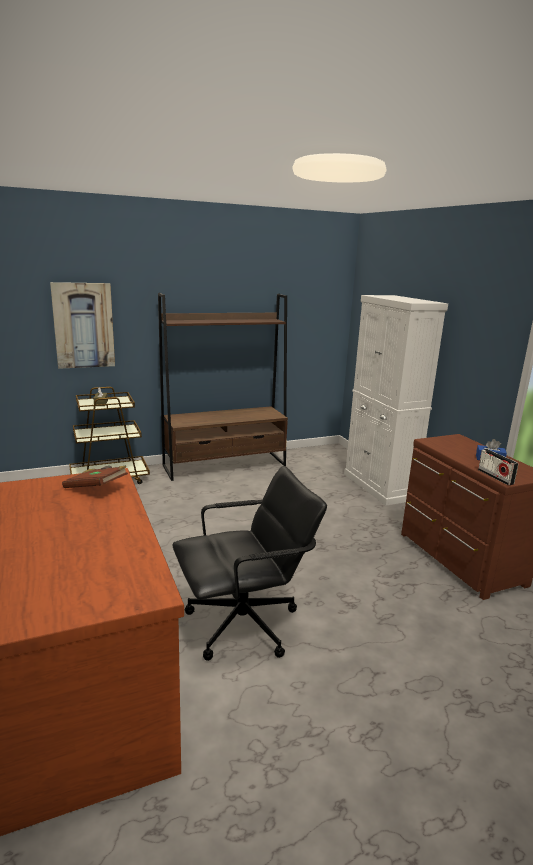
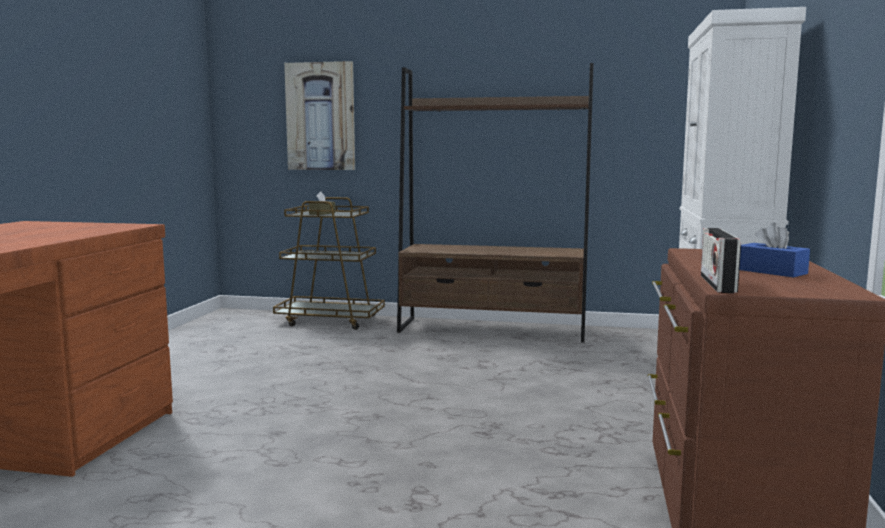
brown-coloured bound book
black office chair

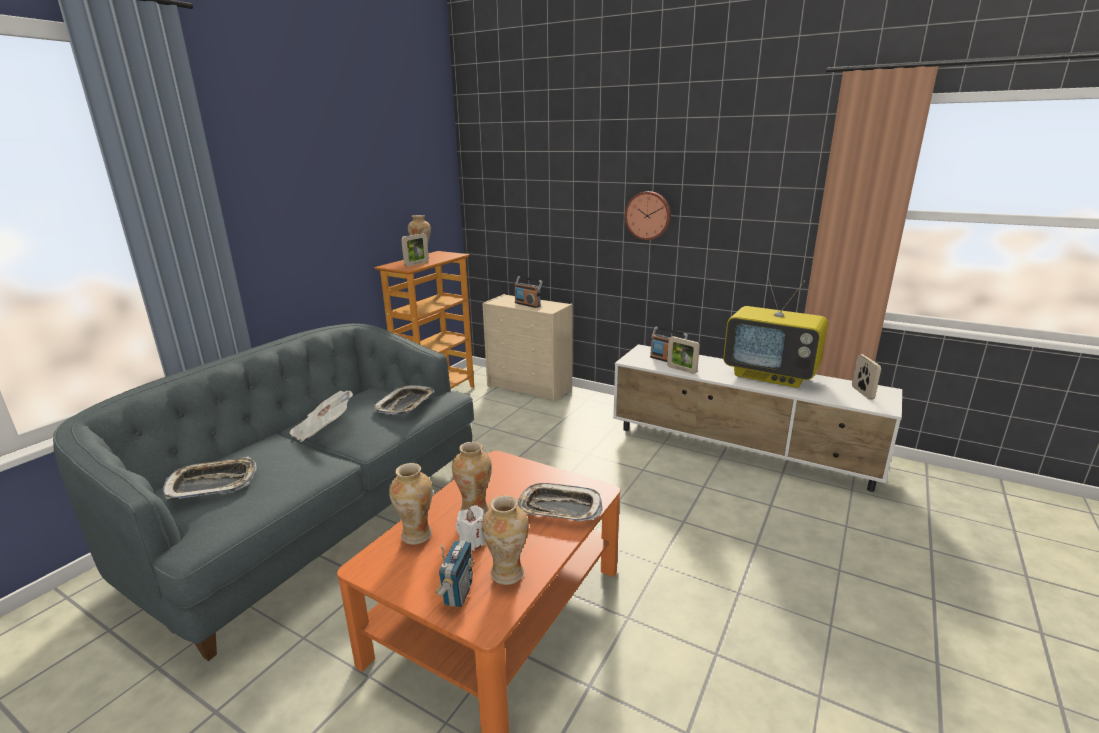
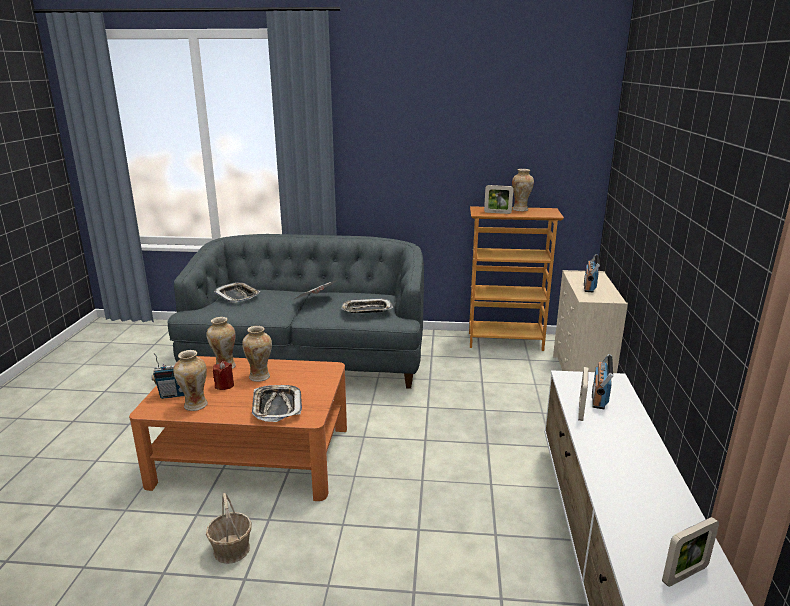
wall clock
television
reddish wax light
basket

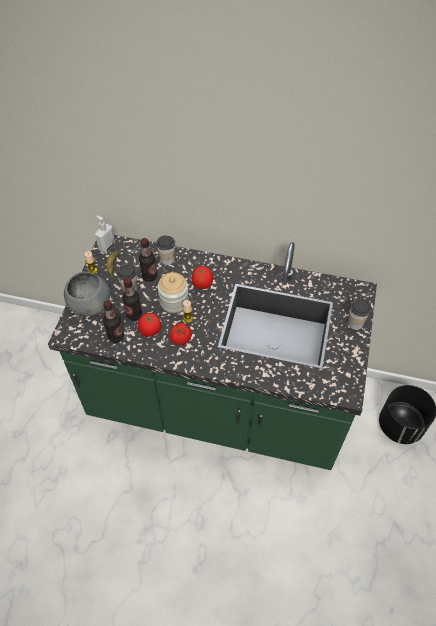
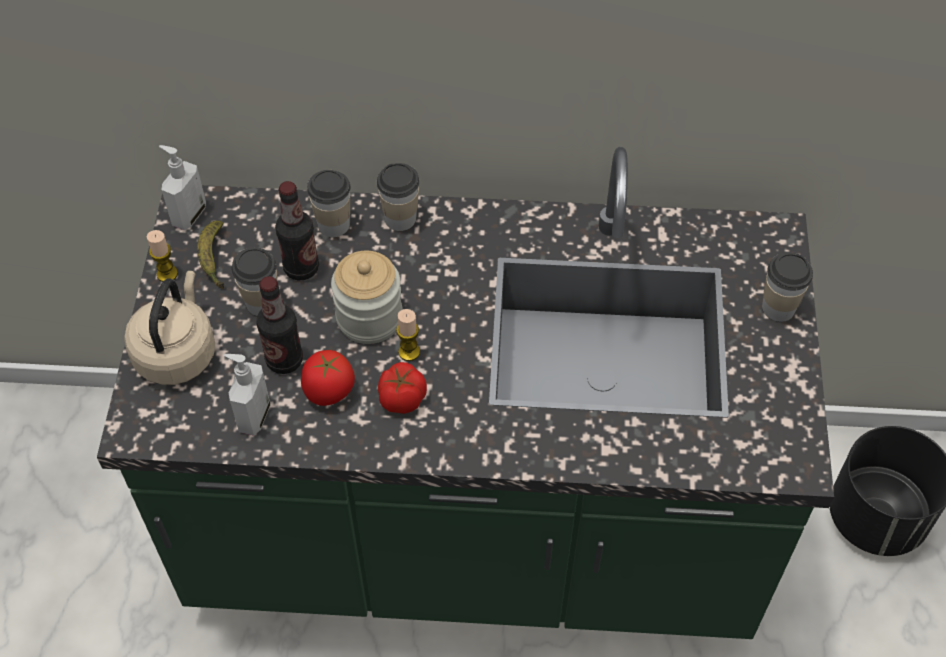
tomato (3rd from left in the first image)
sand-coloured tea kettle
liquid soap bottle (2nd from left)
cup (3rd from left)

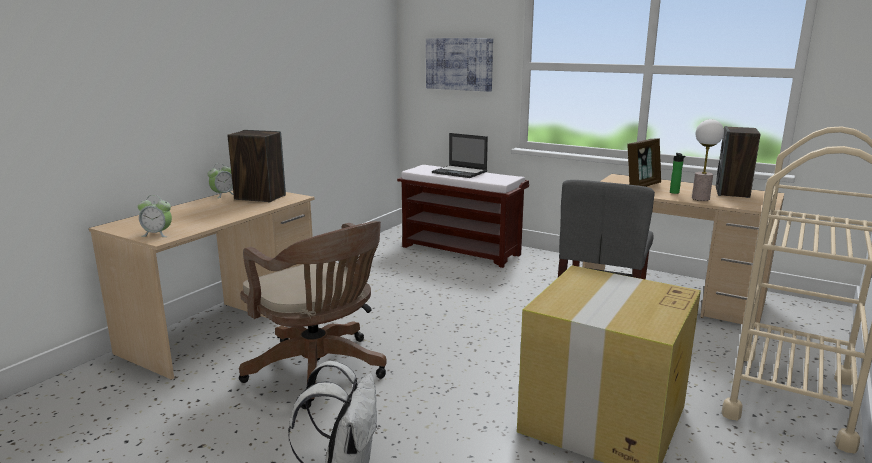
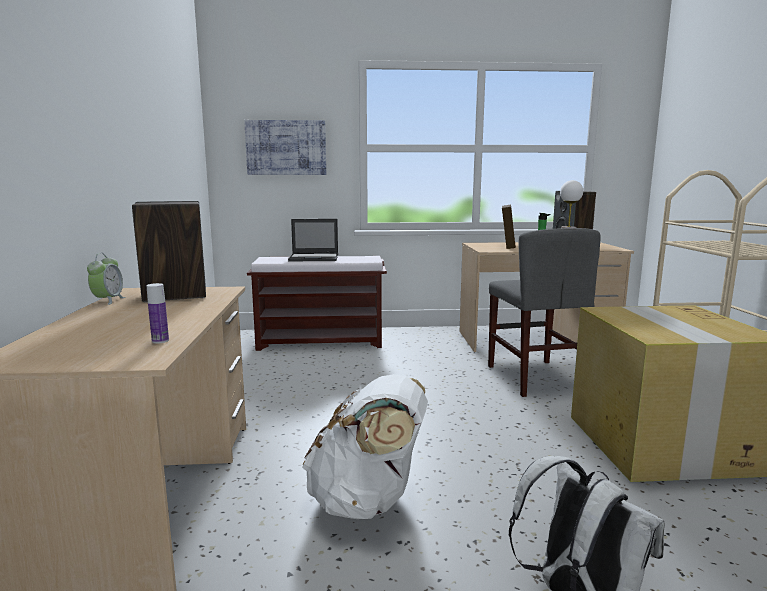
bedside clock (1st from left in the first image)
whitish rucksack (1st from left)
beverage bottle (1st from left)

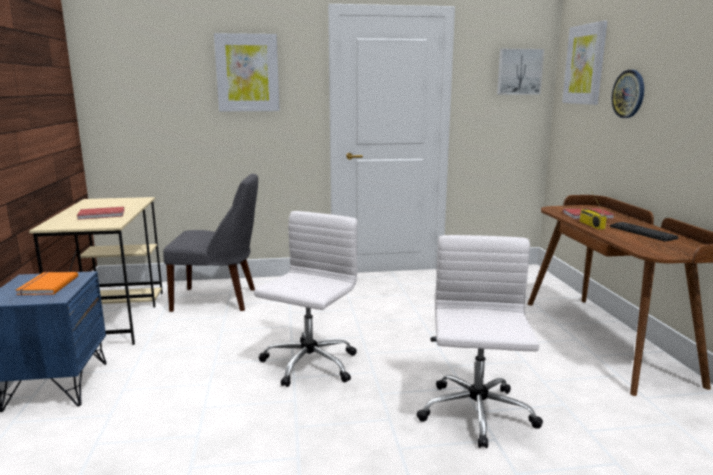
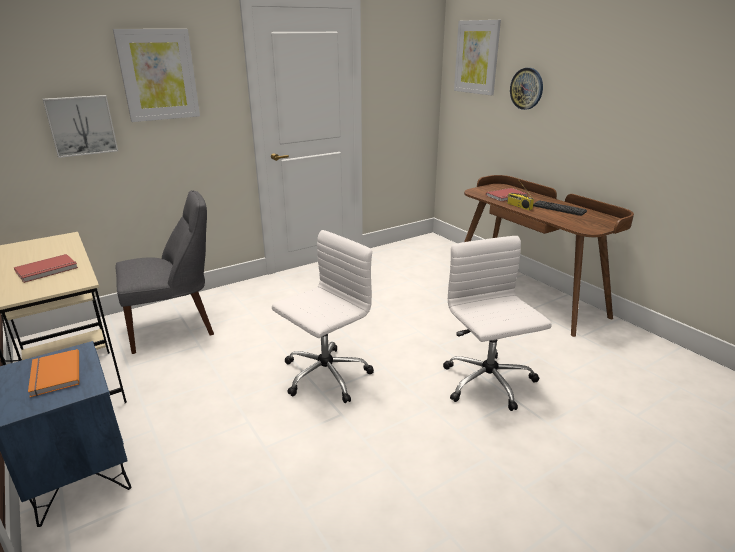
wall art (1st from left)
whitish office chair (1st from left)

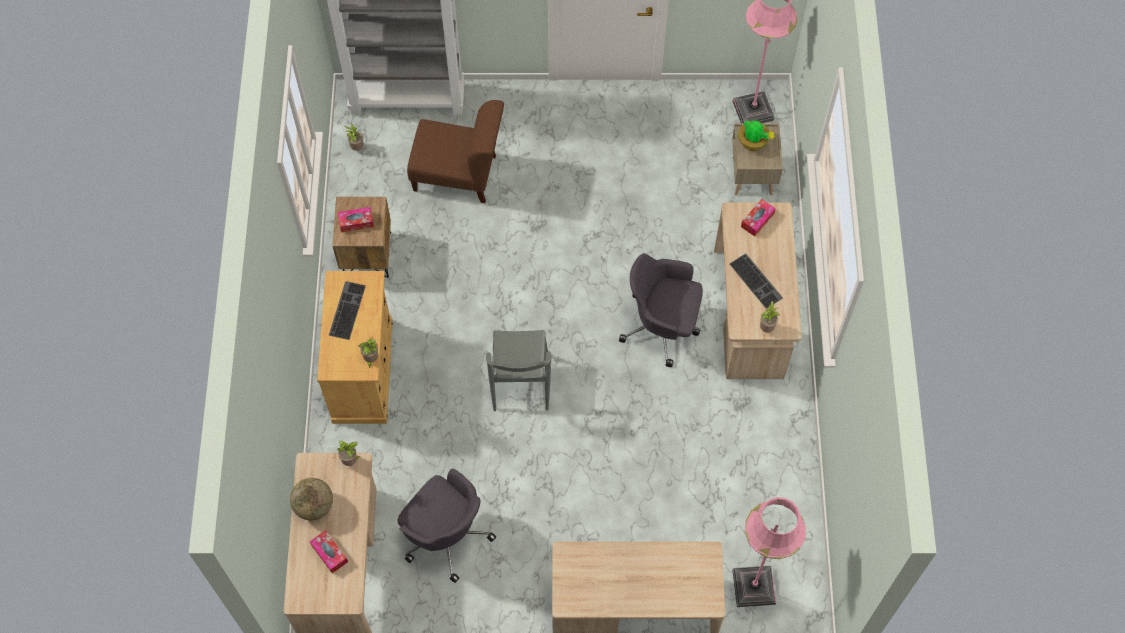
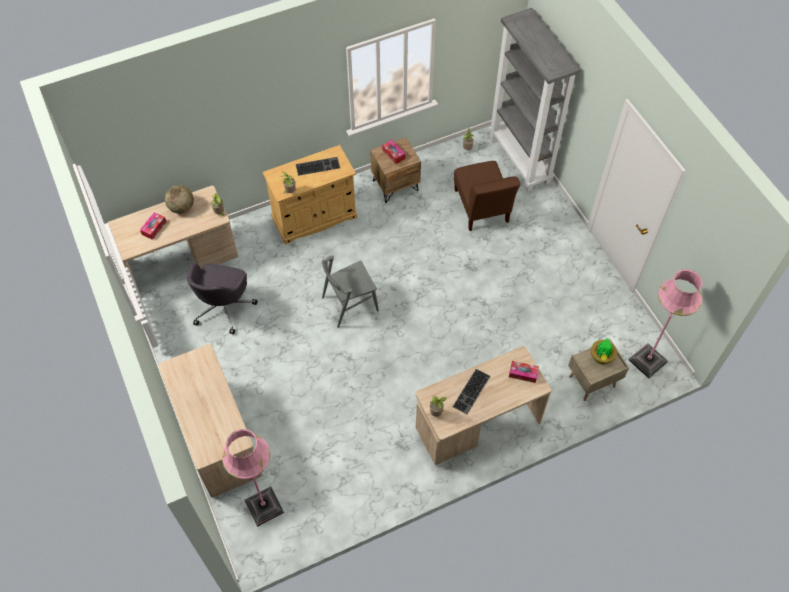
grey office chair (2nd from left in the first image)

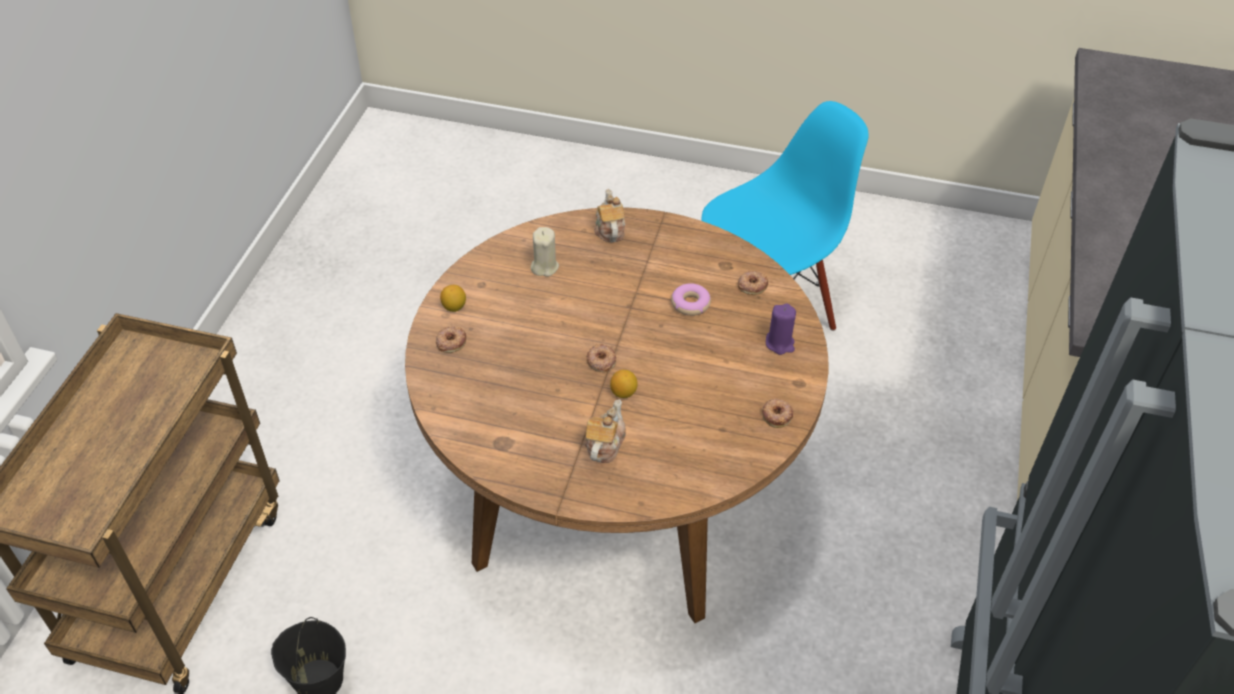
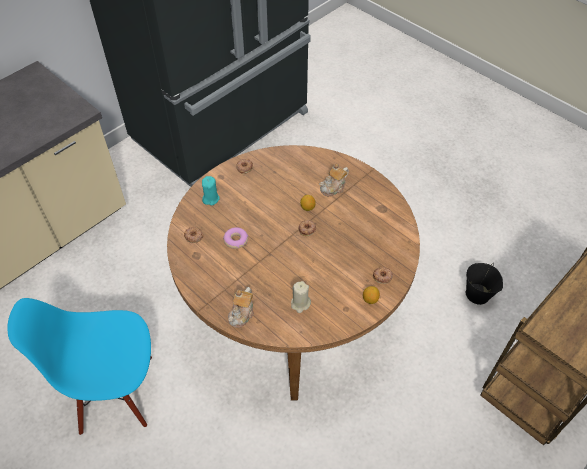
turquoise wax light

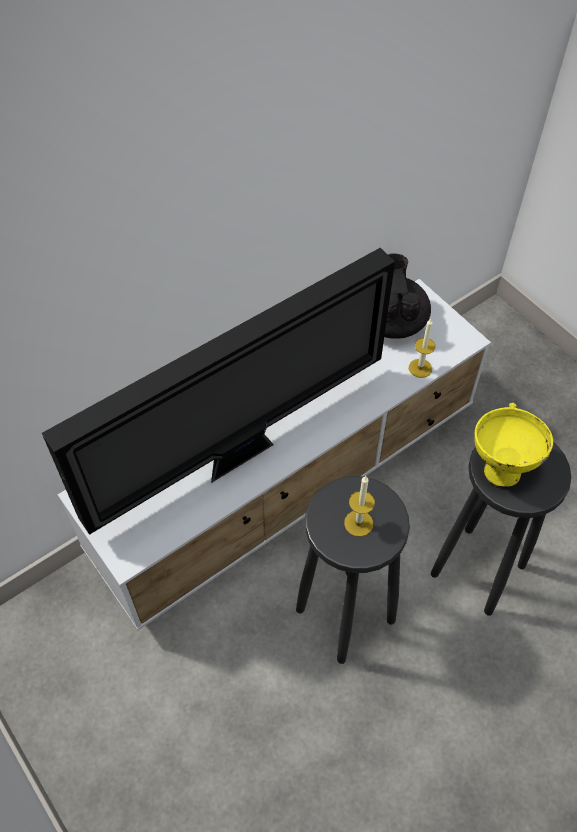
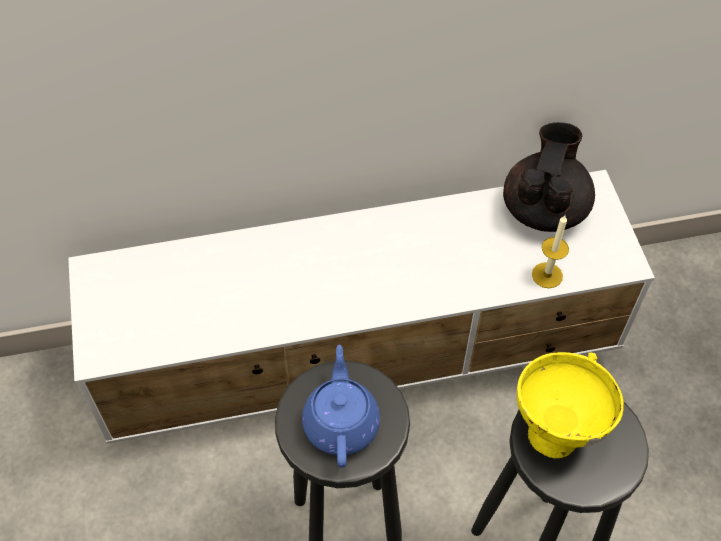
television
blue-coloured teapot

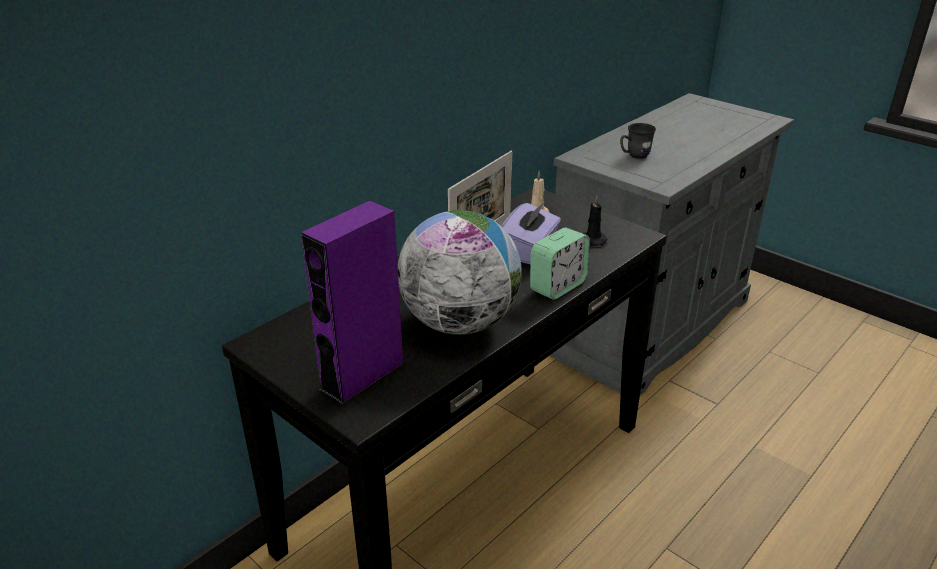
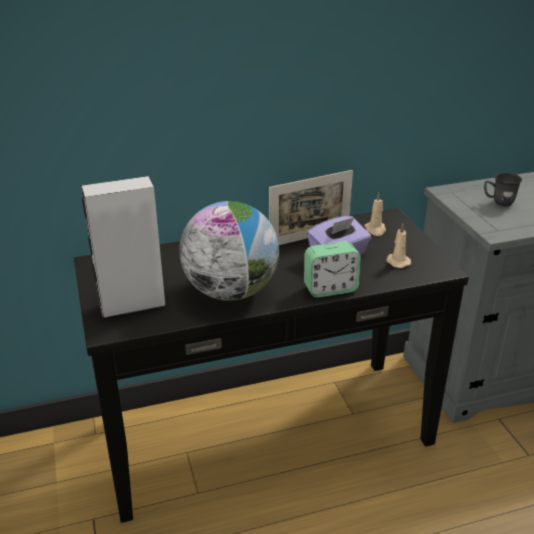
sand-coloured wax light (2nd from left)
grey audio speaker

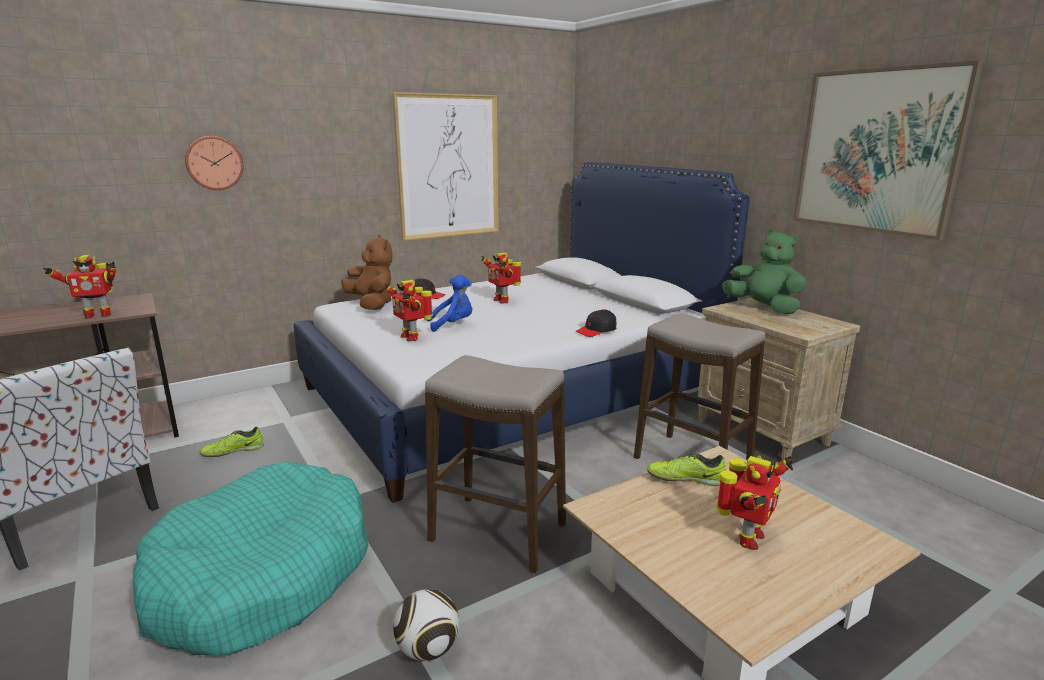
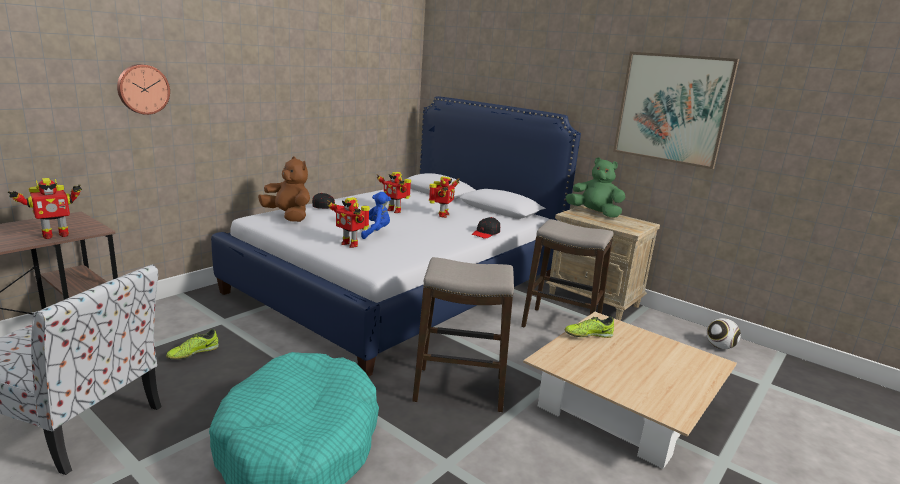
wall art (1st from left in the first image)
toy robot (4th from left)
football ball

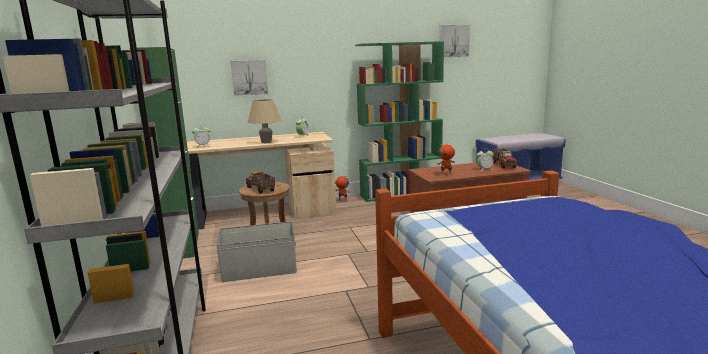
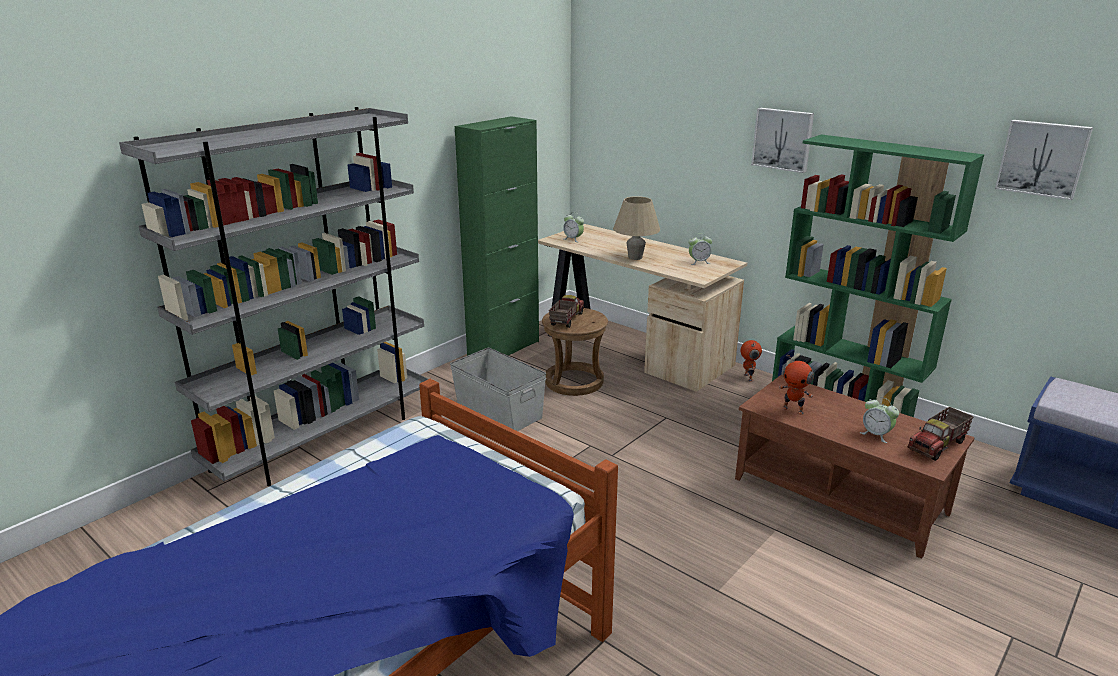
wall art (1st from left)

